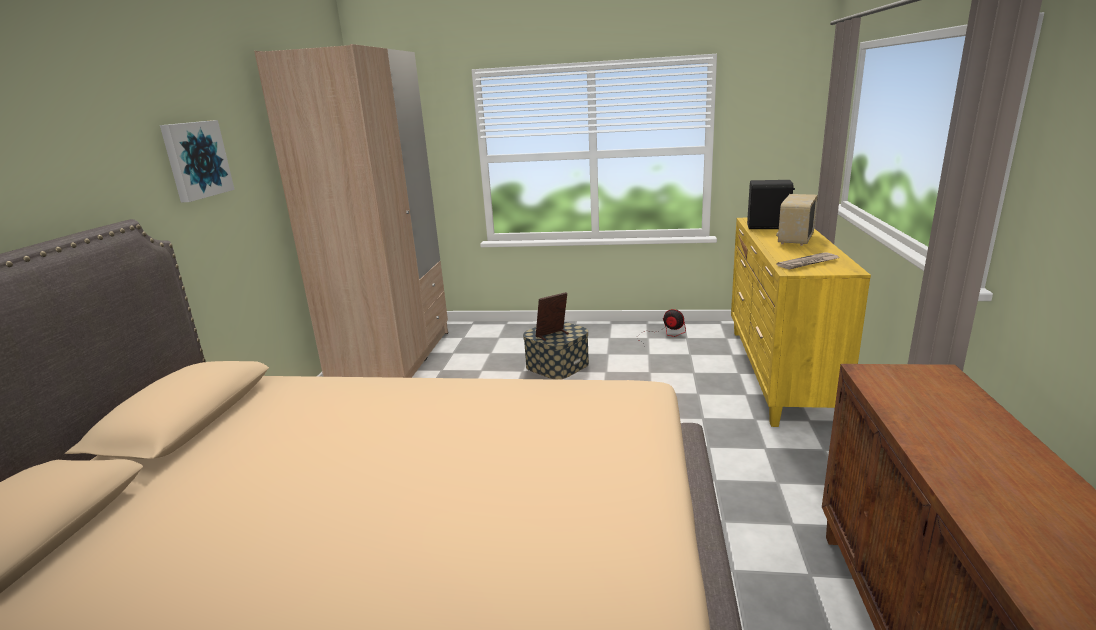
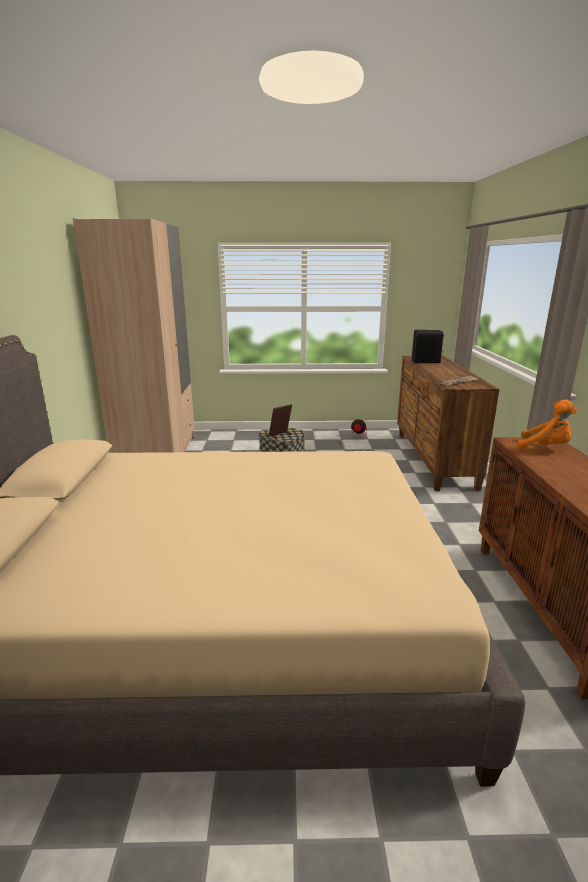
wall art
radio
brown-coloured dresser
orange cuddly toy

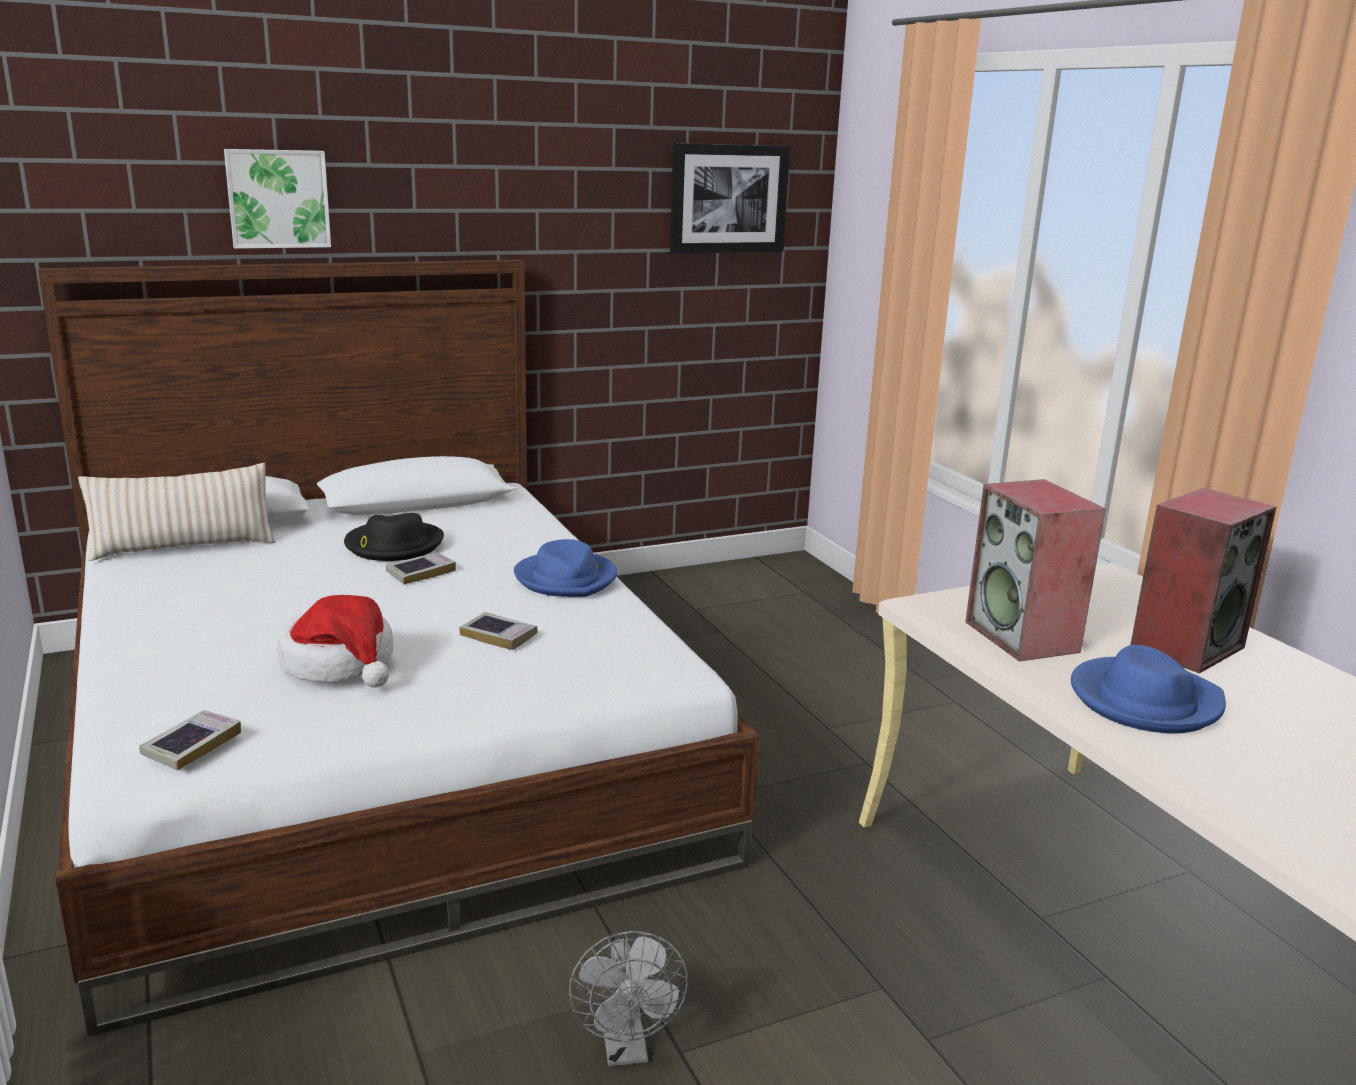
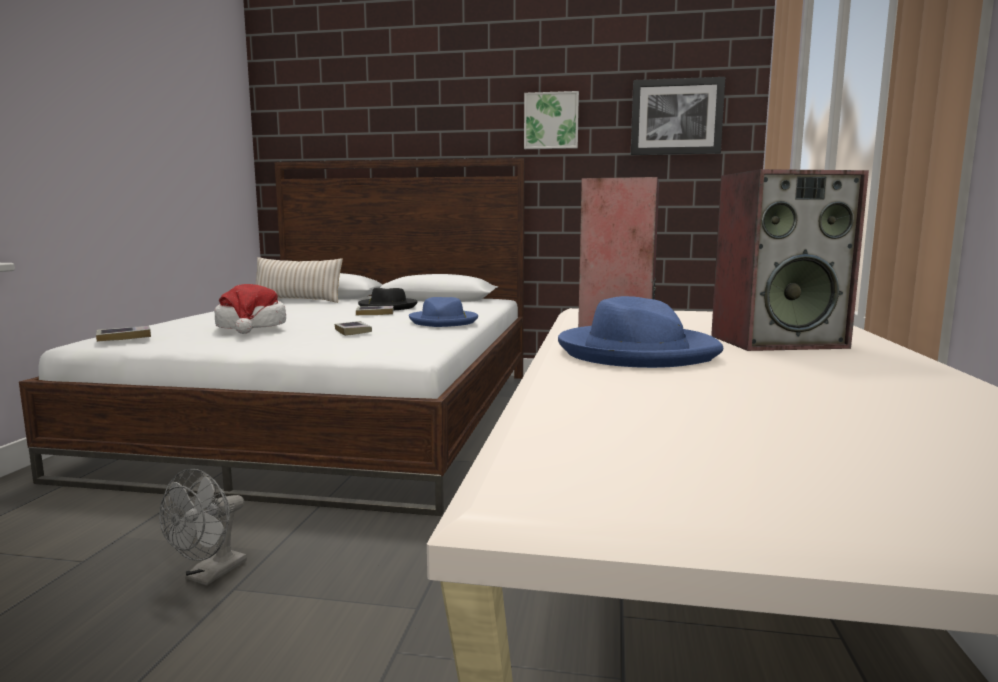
wall art (1st from left)

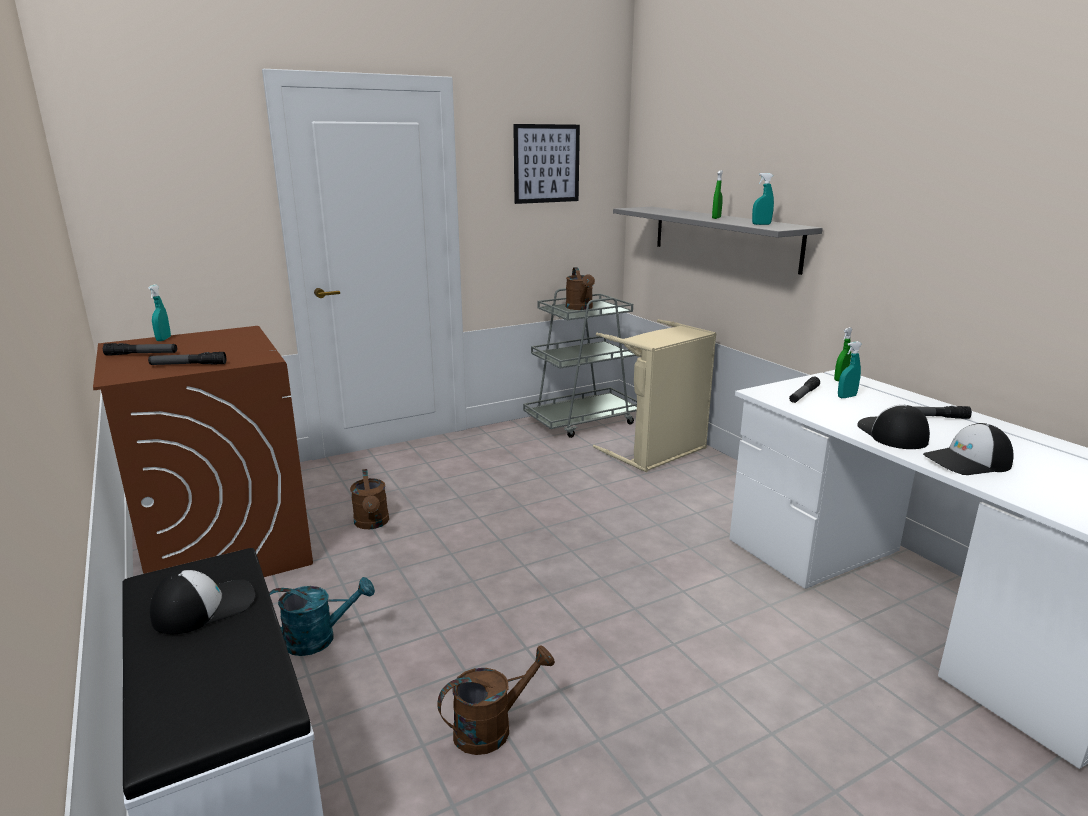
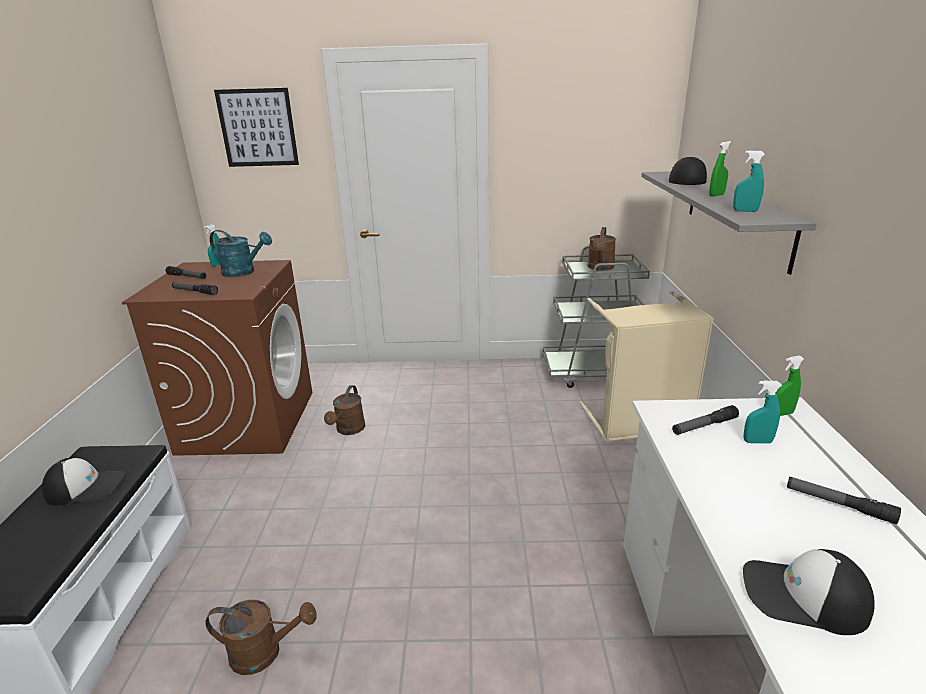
wall art
peaked cap (2nd from left)
turquoise watering can

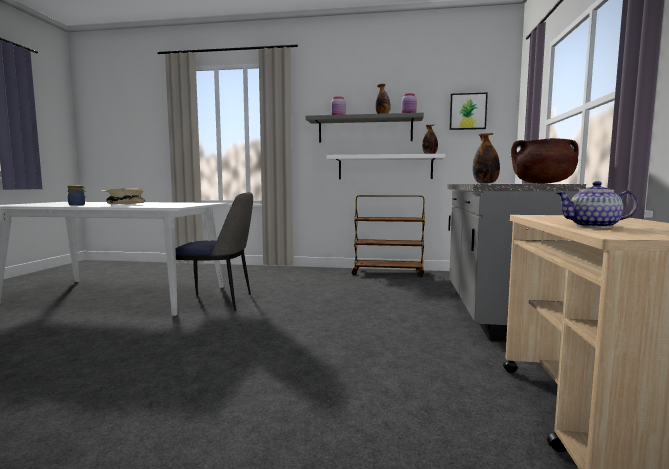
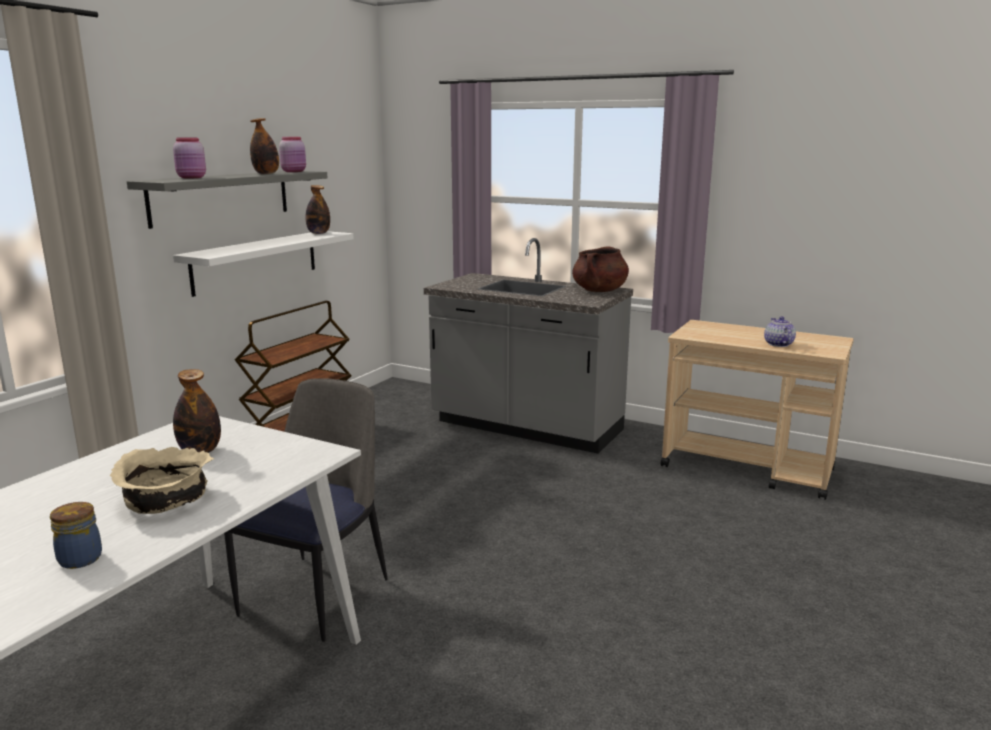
wall art
beverage bottle (1st from left)
teapot

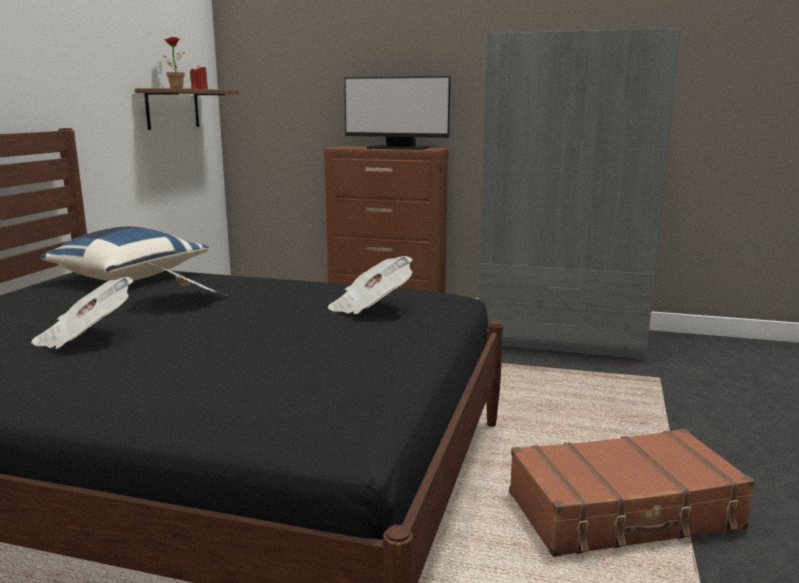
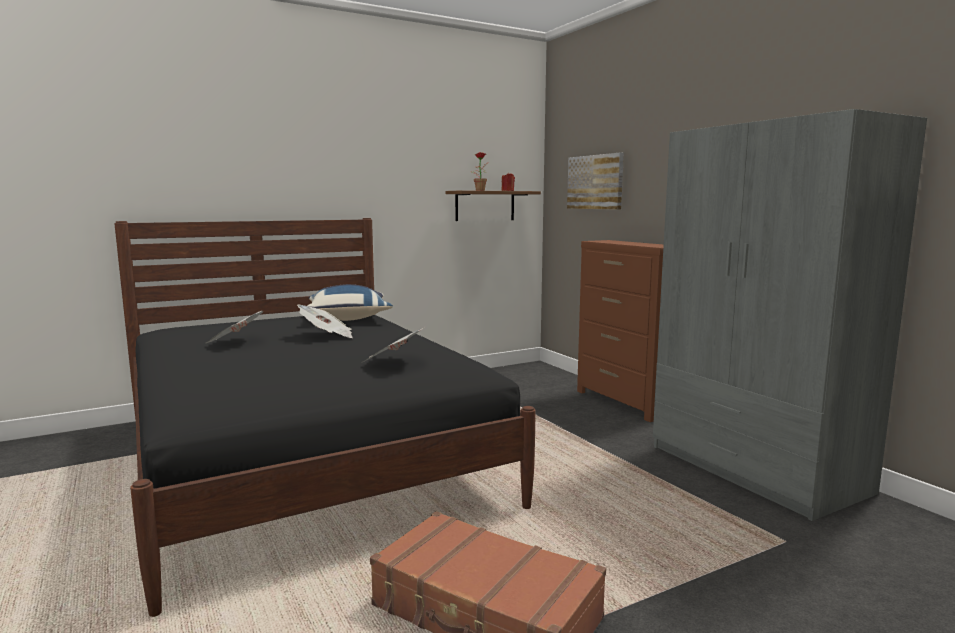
computer screen
wall art

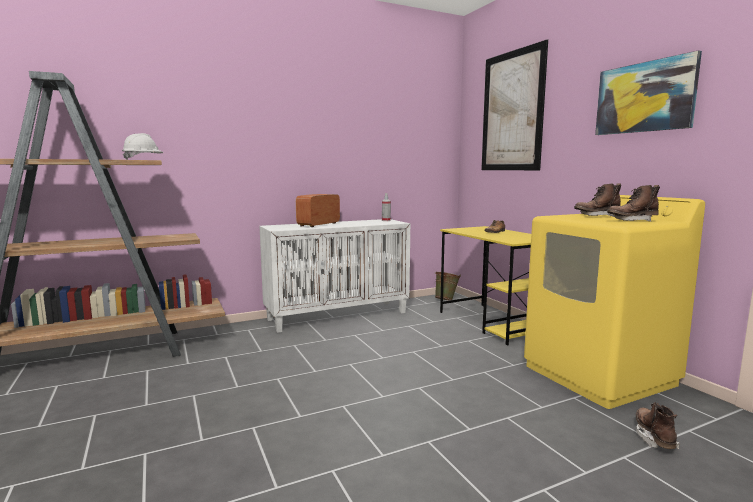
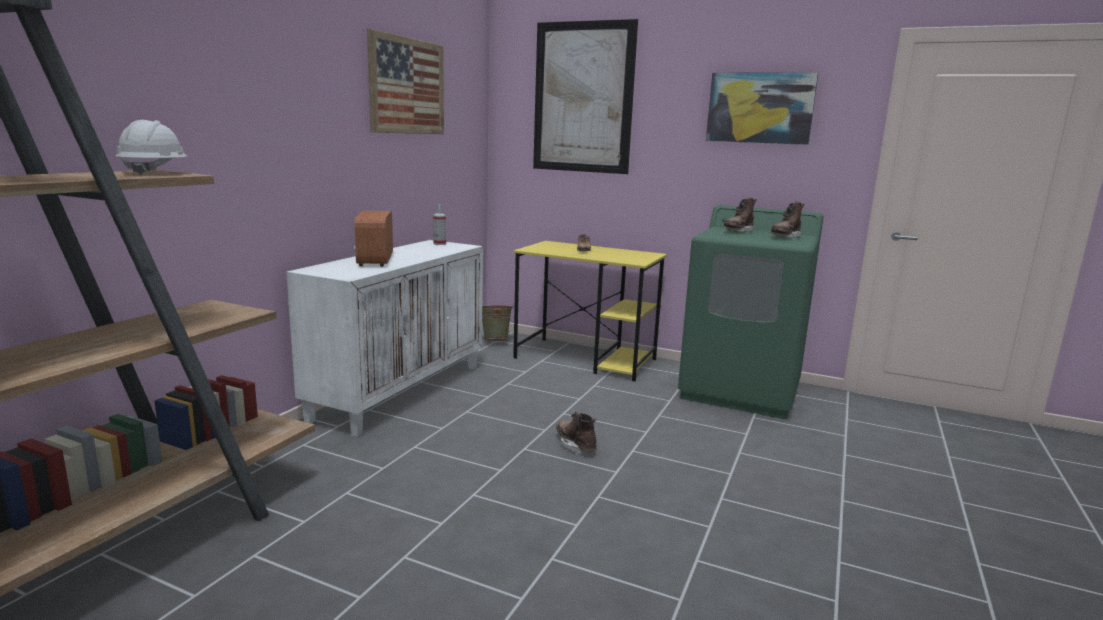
greenish laundry appliance
brown-coloured boot (1st from left)
wall art (1st from left)

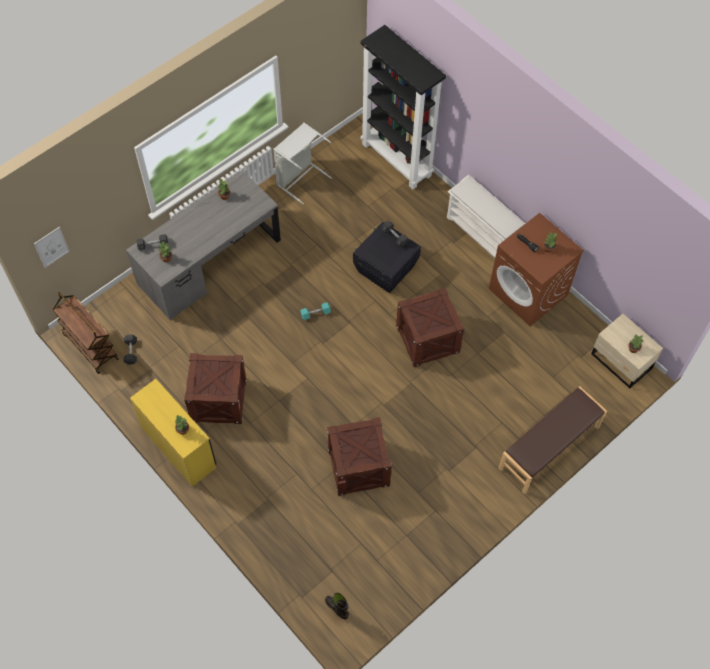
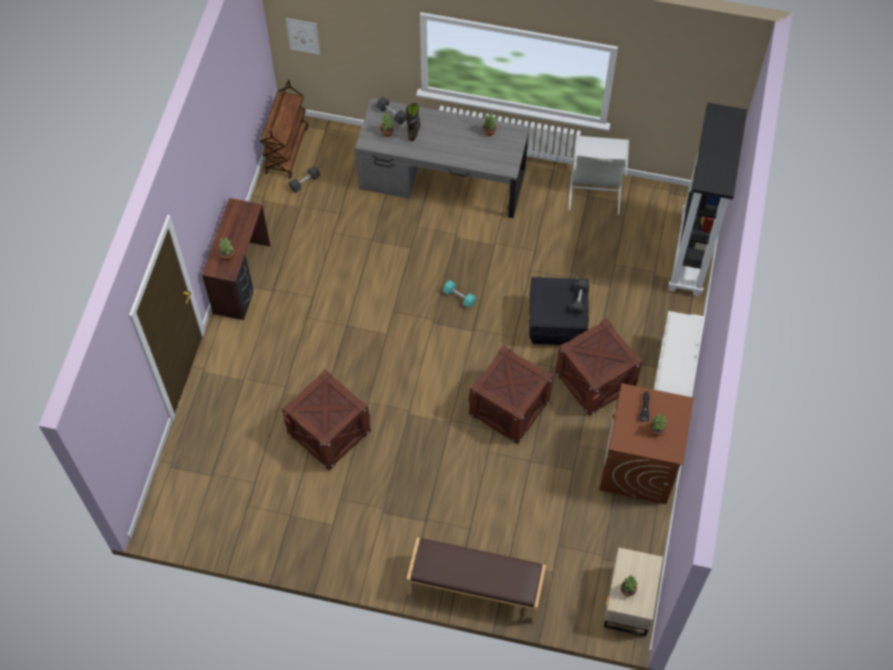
crate (3rd from left)
brown-coloured desk table
black boot

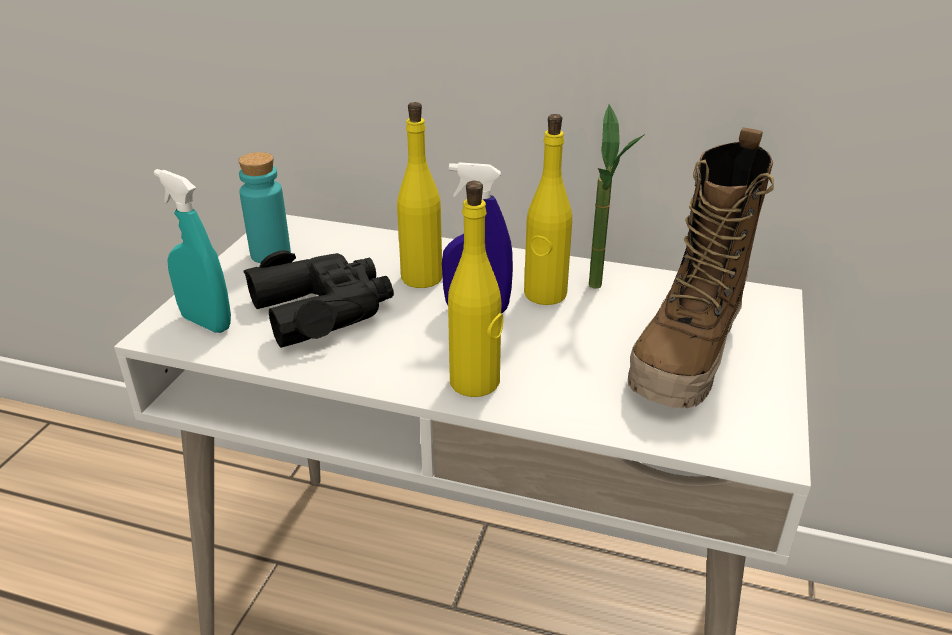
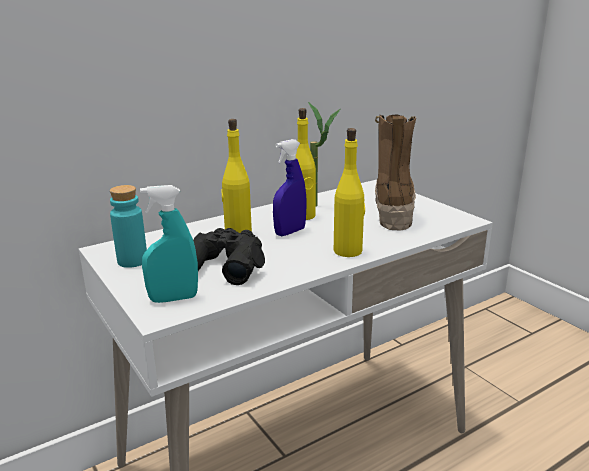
boot

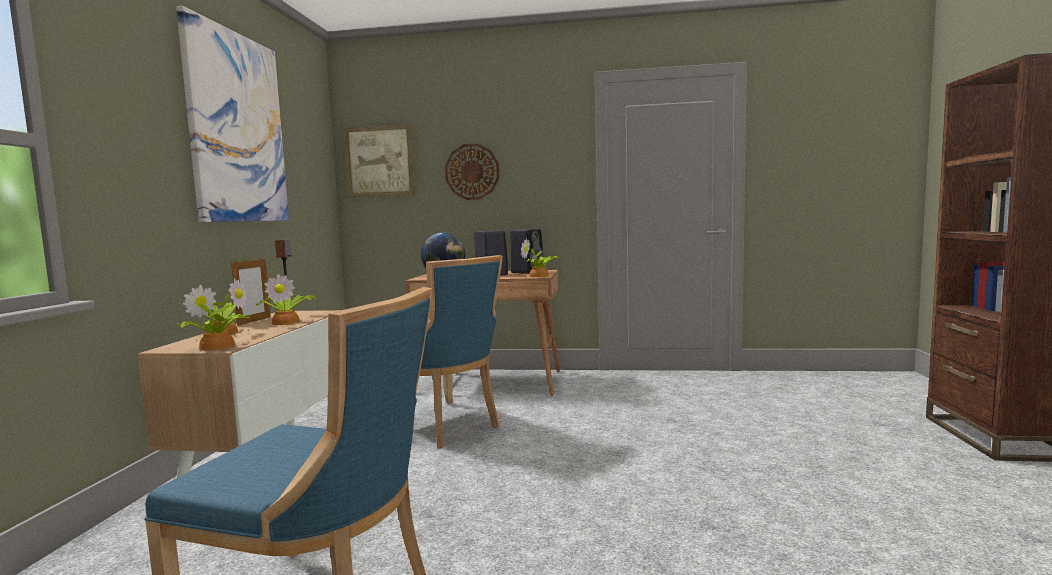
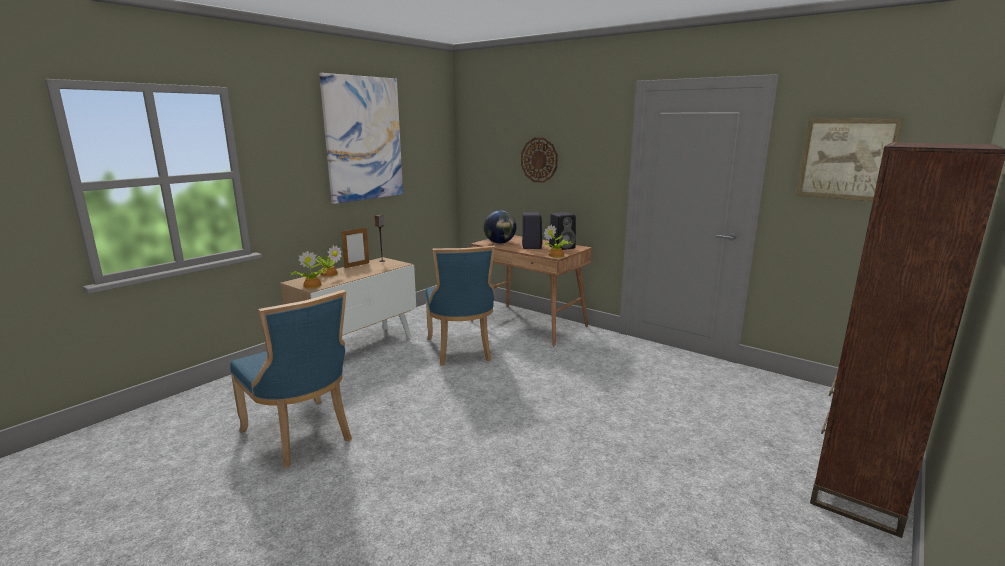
wall art (2nd from left)
potted plant (3rd from left in the first image)

